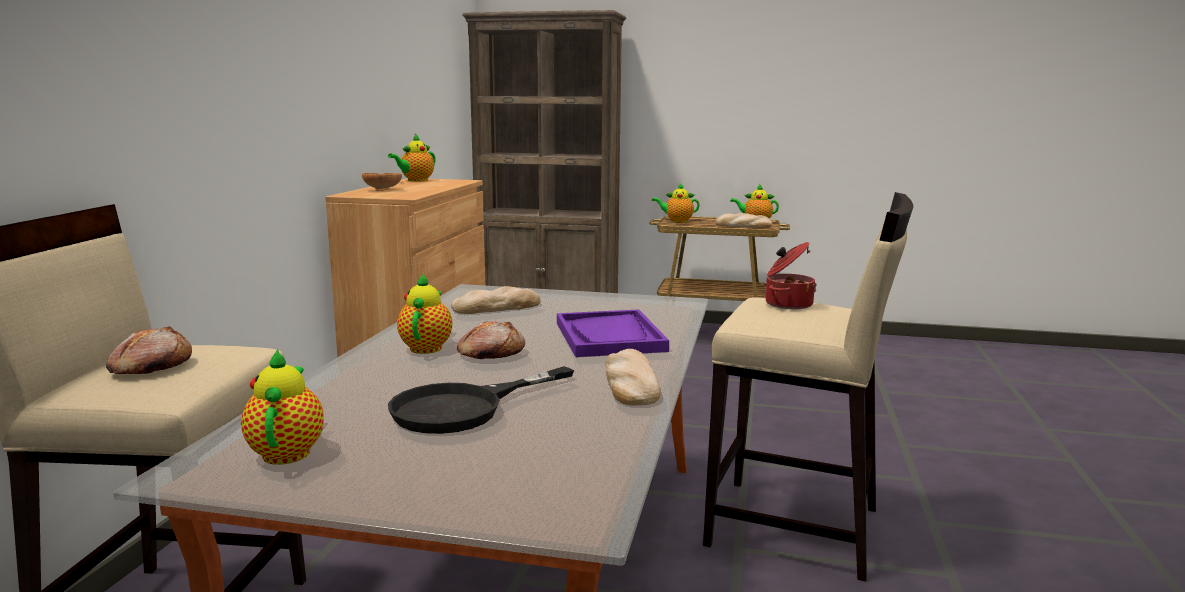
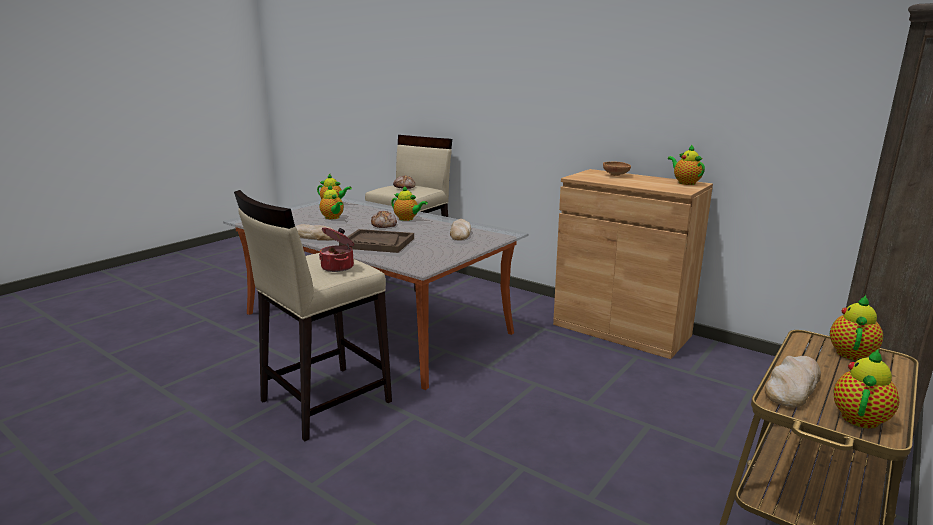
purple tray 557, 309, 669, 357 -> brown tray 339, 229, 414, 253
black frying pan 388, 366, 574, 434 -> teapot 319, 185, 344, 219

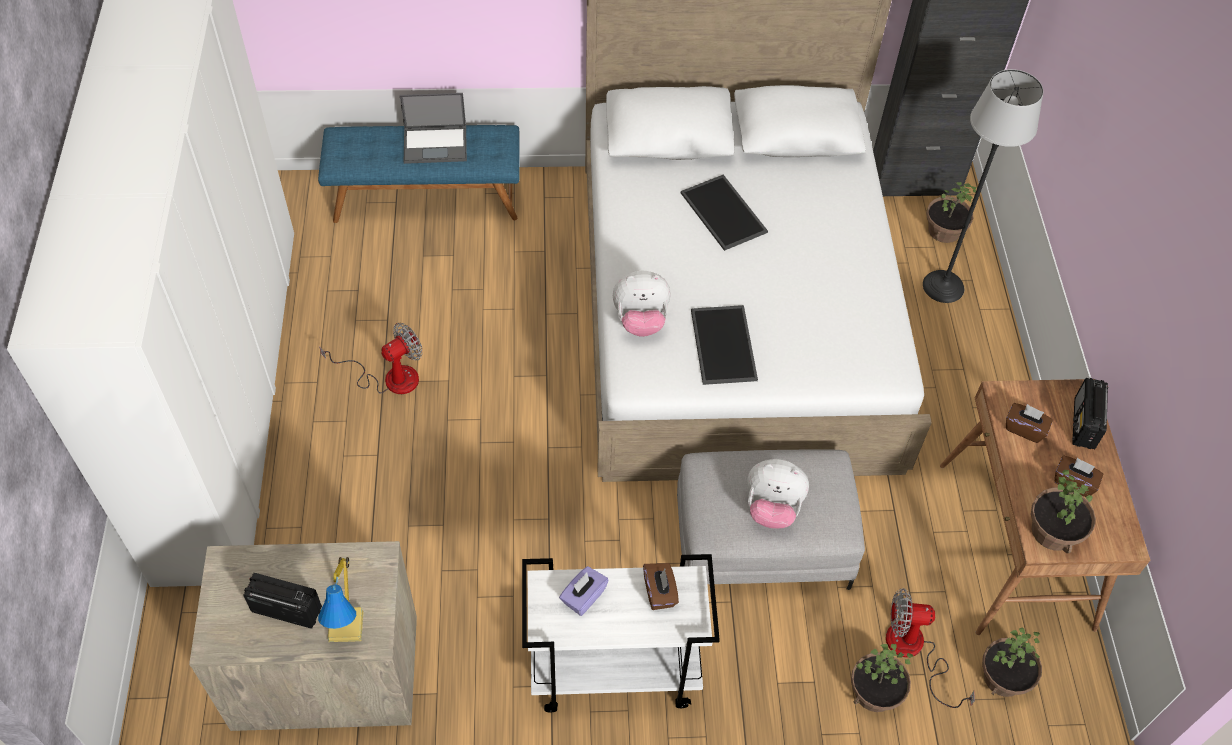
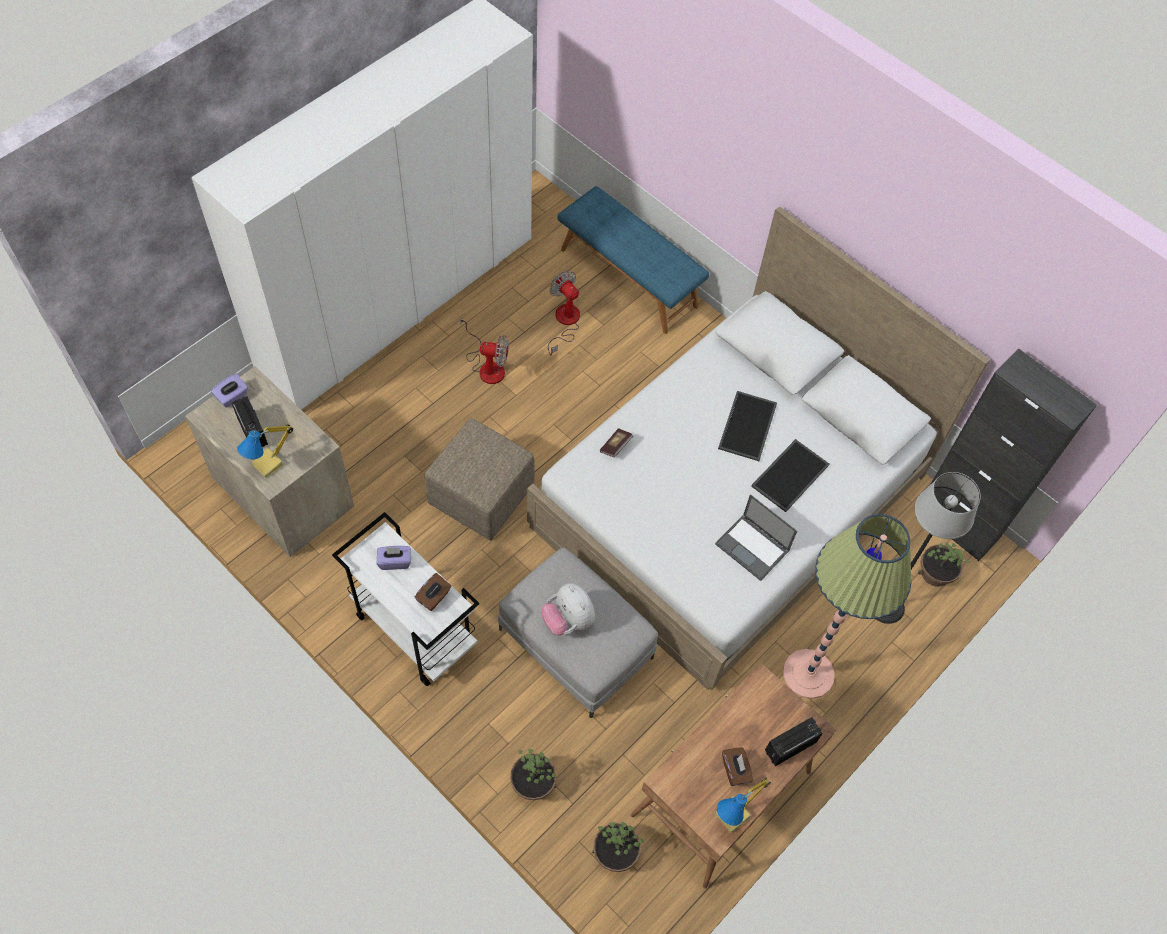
laptop 400, 93, 467, 164 -> laptop 715, 494, 797, 581, move
plush toy 613, 271, 670, 337 -> book 600, 428, 633, 458
tray 691, 305, 758, 385 -> tray 751, 439, 830, 512, move
brown tissue box 1006, 403, 1053, 443 -> none
potted plant 1031, 470, 1096, 553 -> none
fan 886, 588, 975, 708 -> fan 548, 271, 580, 355, move
none -> purple tissue box 211, 374, 248, 408
none -> beige ottoman 425, 419, 535, 541
none -> floor lamp 783, 514, 912, 699
none -> table lamp 714, 777, 771, 834

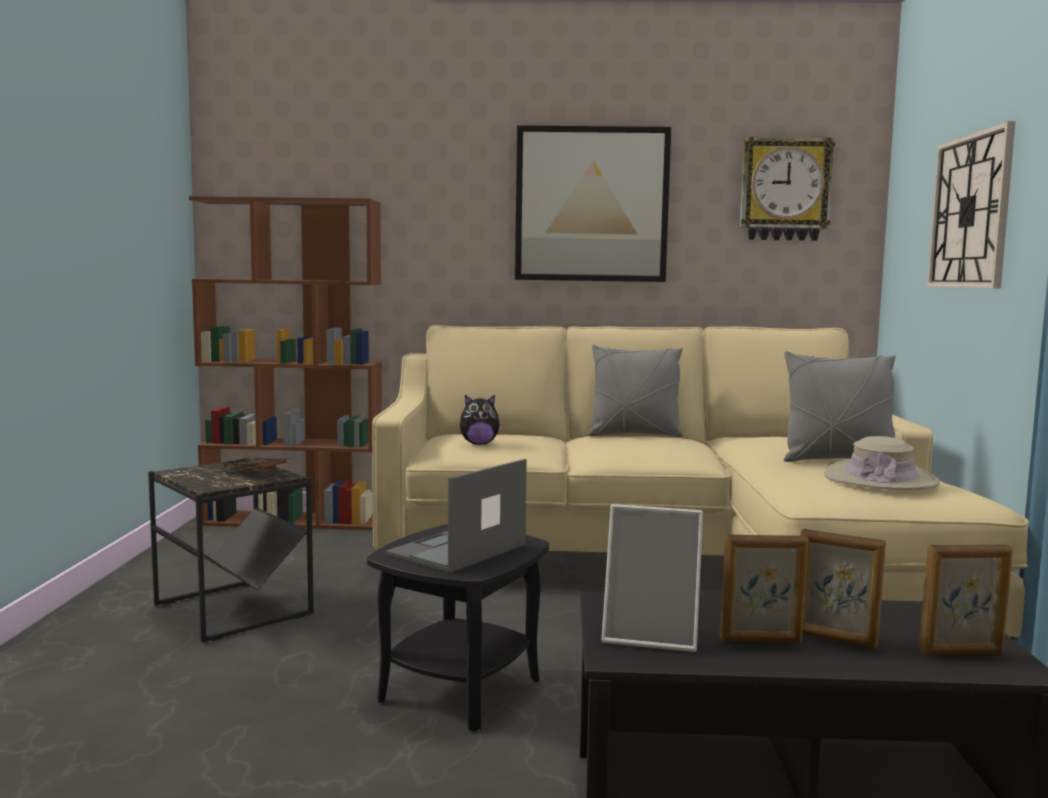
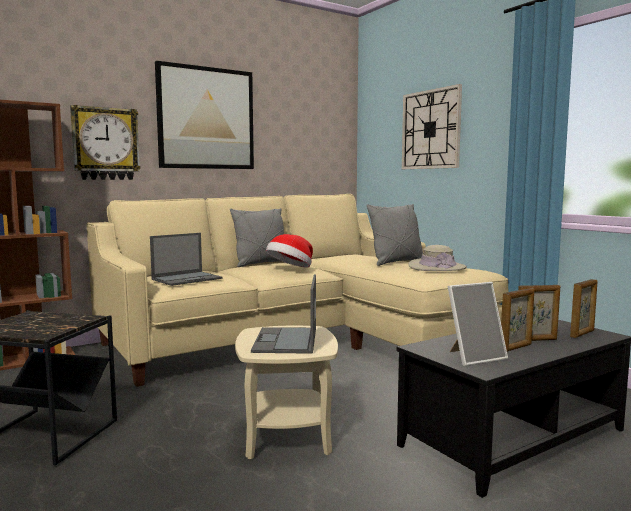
wall clock 740, 137, 835, 241 -> wall clock 70, 105, 141, 180, move
plush toy 460, 395, 502, 445 -> laptop 150, 233, 222, 286
black tray 217, 458, 291, 470 -> none
black side table 367, 524, 549, 731 -> beige side table 235, 326, 338, 459
none -> hat 266, 234, 313, 268

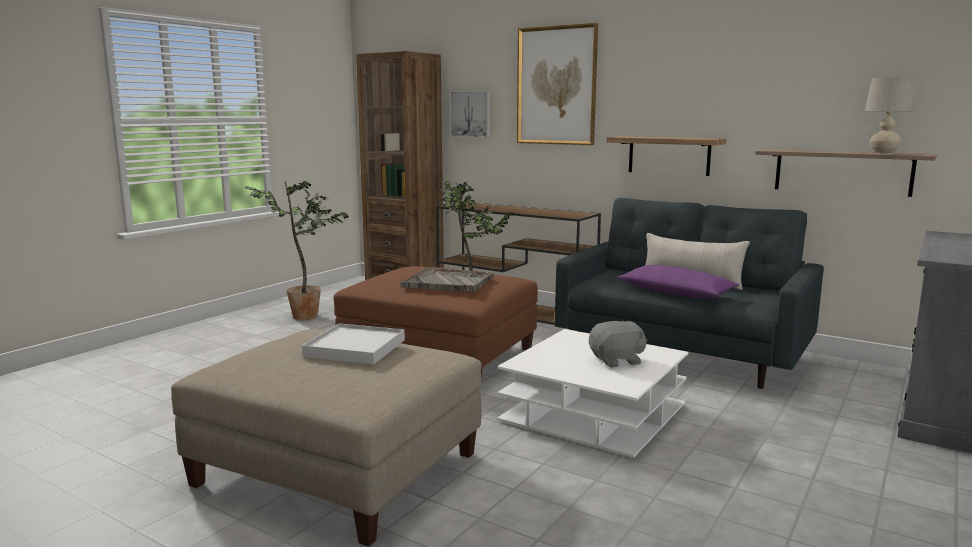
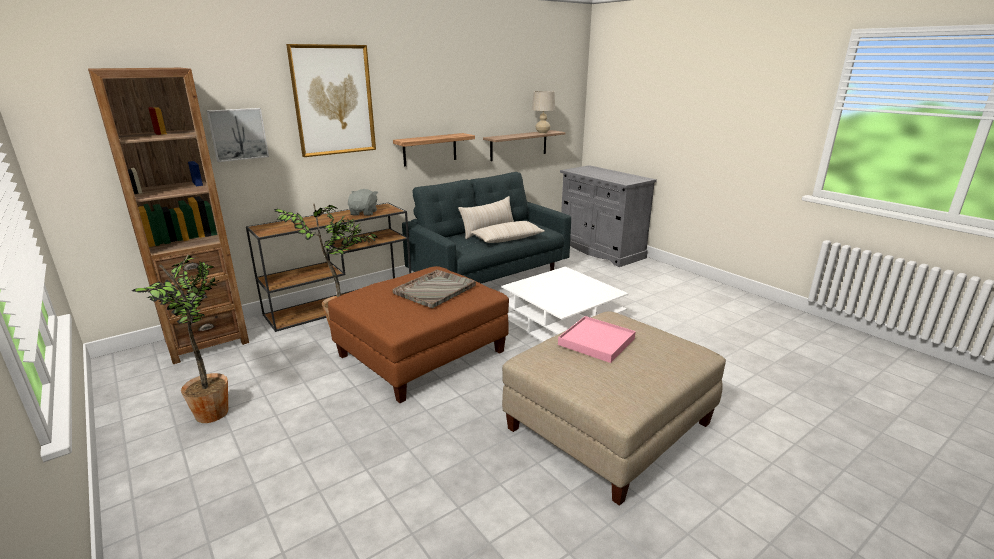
purple pillow 617, 265, 740, 299 -> beige pillow 470, 221, 545, 243
grey plush toy 589, 320, 647, 368 -> grey plush toy 348, 189, 378, 216, move
white tray 302, 323, 405, 365 -> pink tray 558, 316, 636, 363

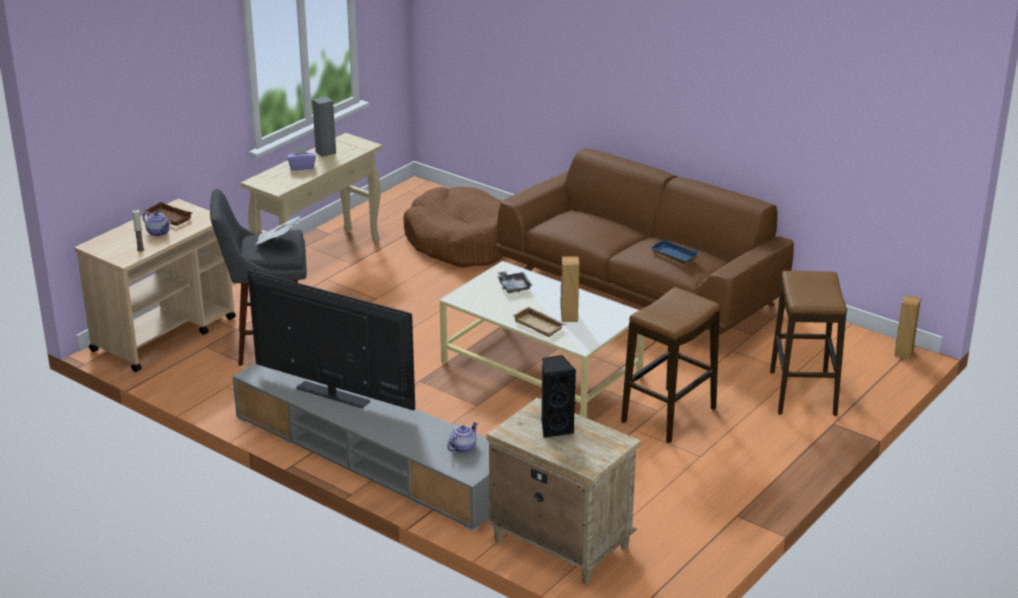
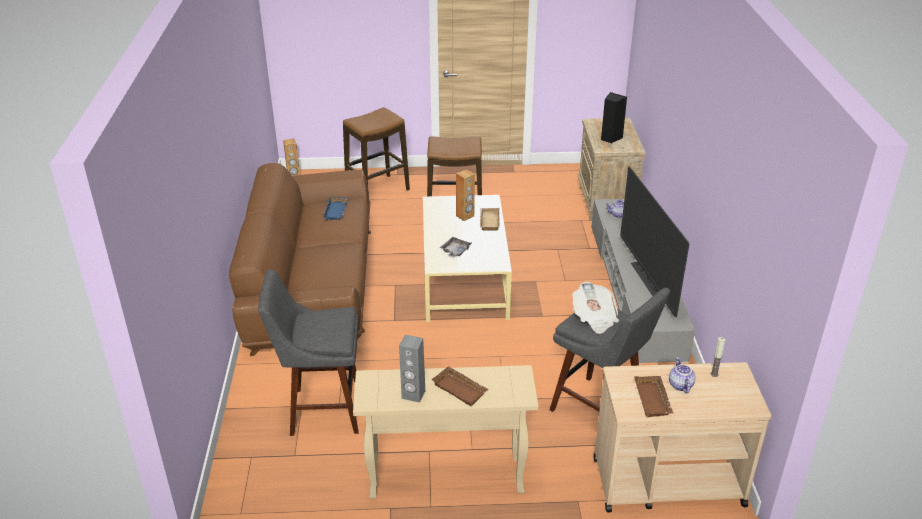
purple tissue box 287, 146, 316, 170 -> brown tray 431, 366, 489, 406
brown dog bed 404, 186, 503, 268 -> grey stool 258, 269, 359, 436

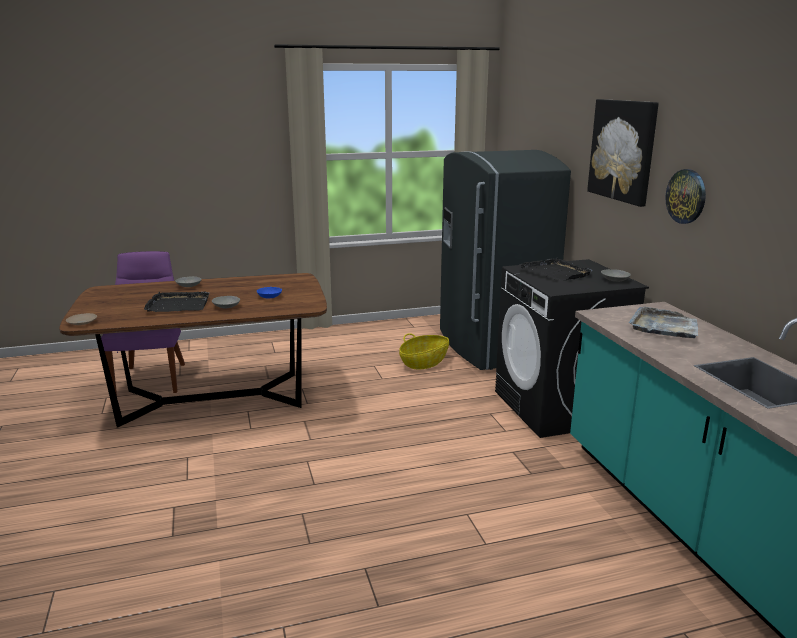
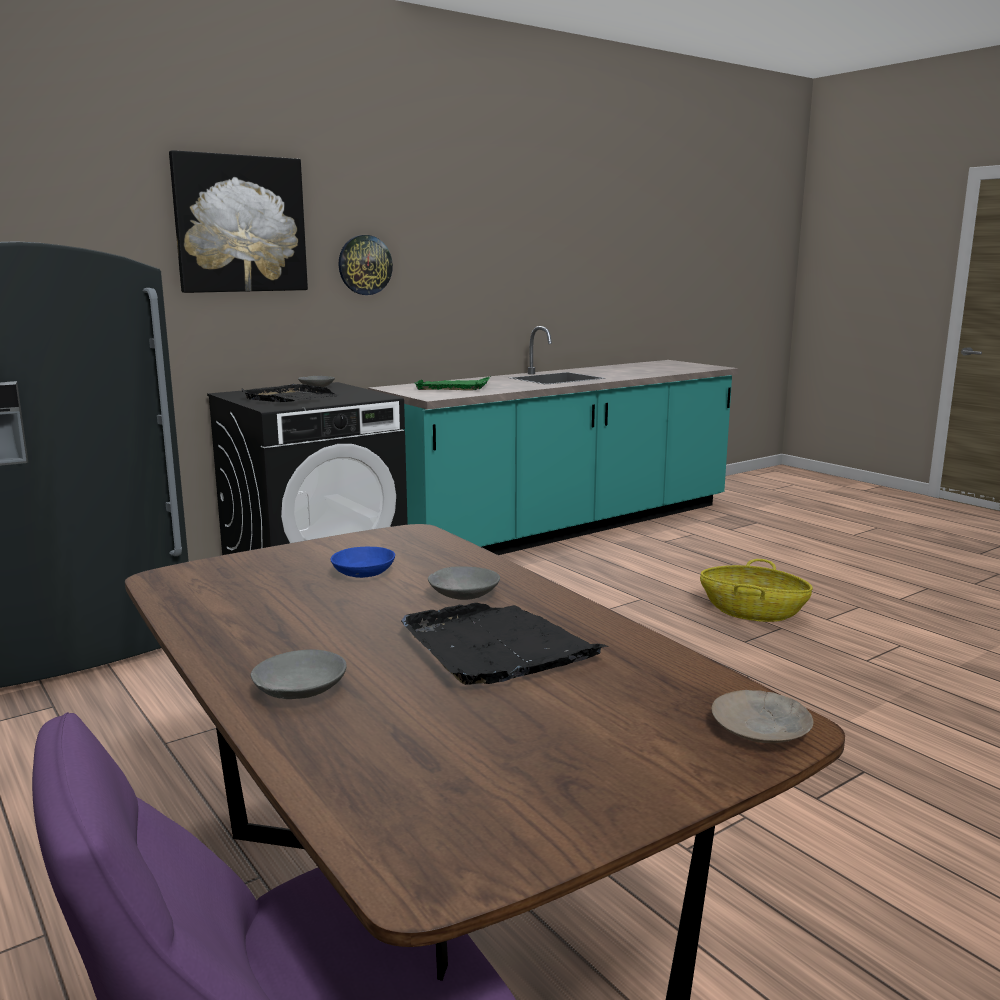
grey tray 629, 307, 698, 338 -> green tray 414, 376, 491, 391
basket 399, 333, 449, 369 -> basket 700, 559, 813, 622, move

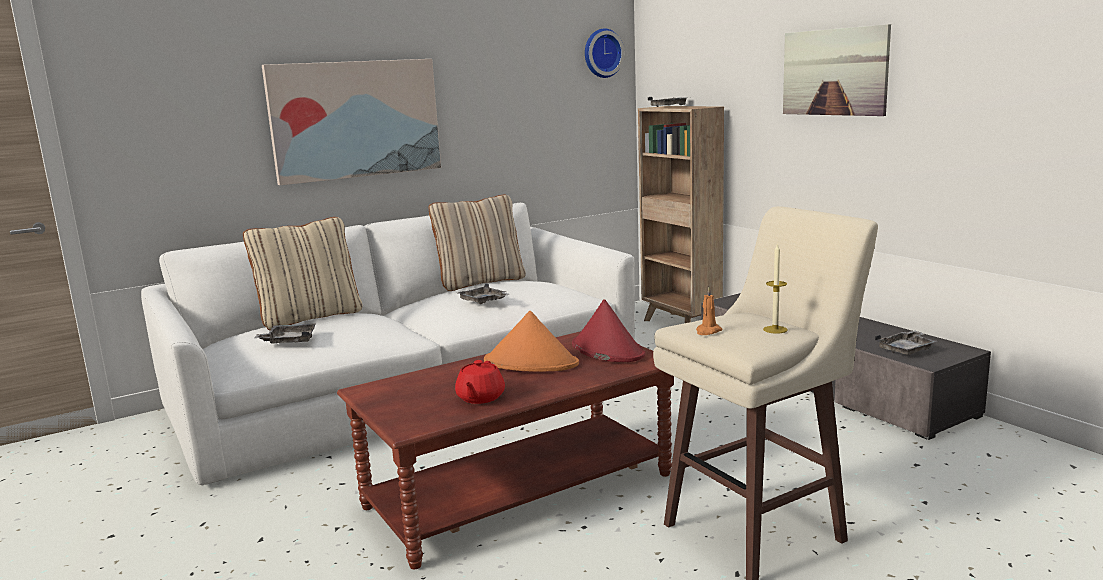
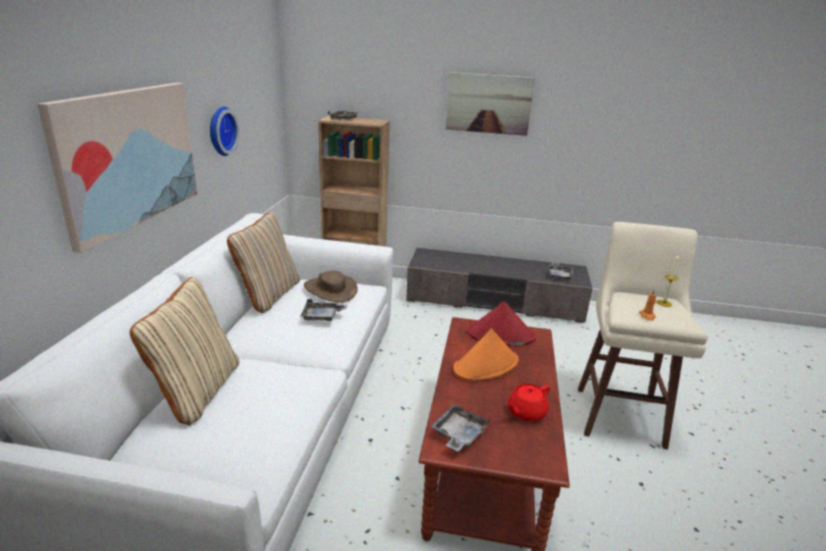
wall clock 585, 29, 625, 78 -> wall clock 210, 106, 239, 156, move
grey tray 255, 323, 316, 344 -> grey tray 430, 404, 490, 451, move
red teapot 455, 360, 505, 404 -> red teapot 506, 384, 550, 421, 90 degrees clockwise
none -> brown hat 304, 271, 358, 302

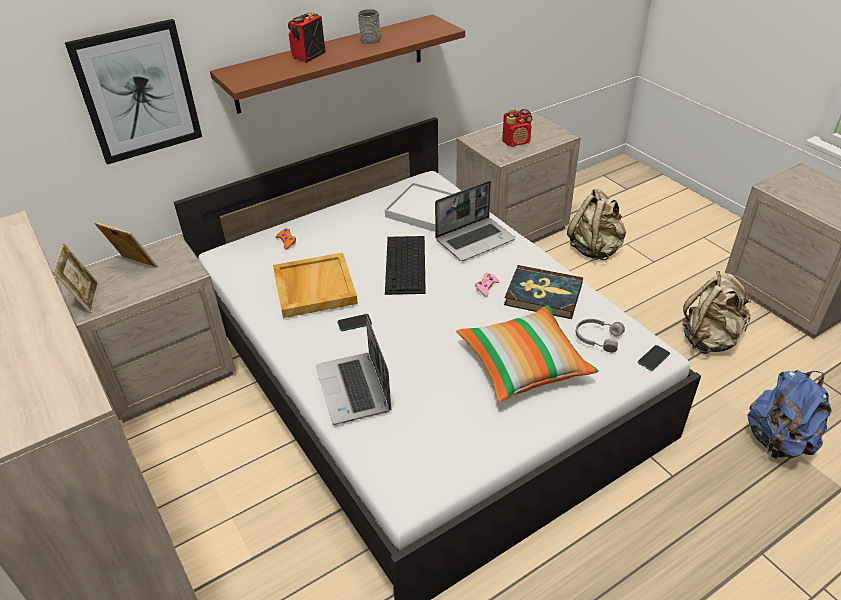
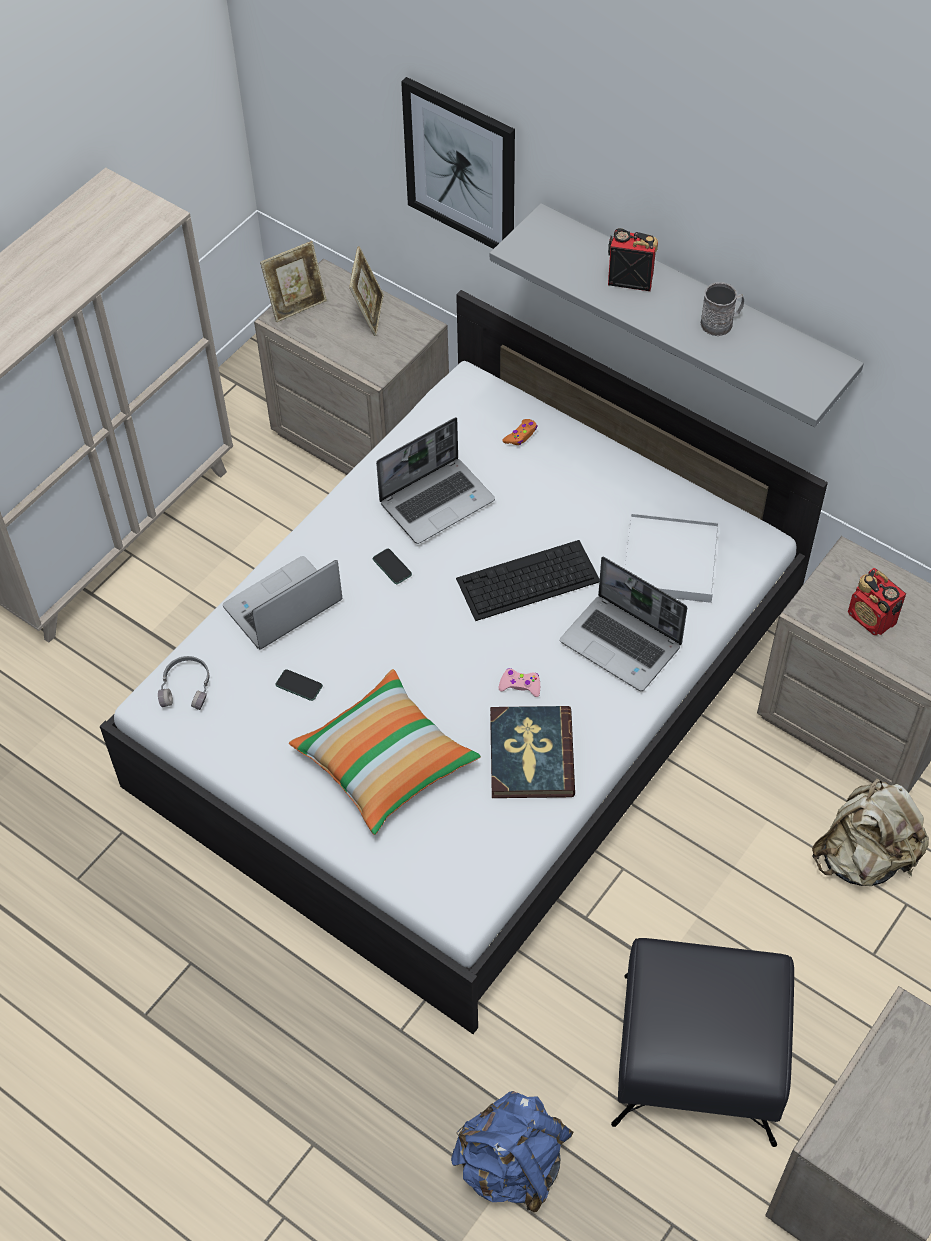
brown shelf 210, 14, 465, 114 -> grey shelf 490, 203, 864, 427
beige tray 273, 253, 358, 318 -> laptop 376, 417, 495, 544
beige backpack 682, 271, 751, 354 -> black ottoman 611, 938, 794, 1147
grey headphones 576, 319, 625, 352 -> grey headphones 158, 656, 209, 710, move
phone 638, 345, 670, 371 -> phone 275, 669, 323, 701, move

